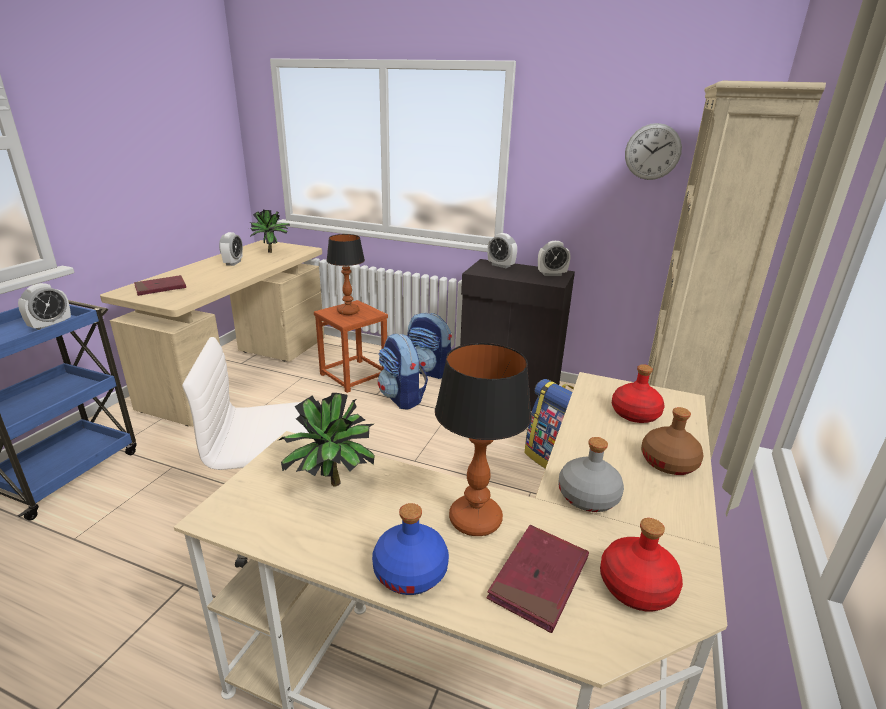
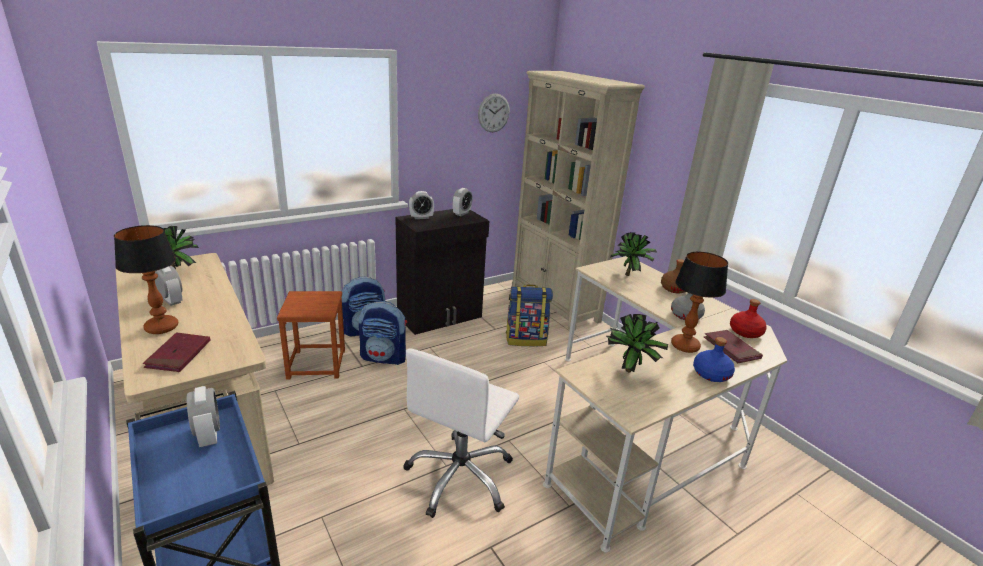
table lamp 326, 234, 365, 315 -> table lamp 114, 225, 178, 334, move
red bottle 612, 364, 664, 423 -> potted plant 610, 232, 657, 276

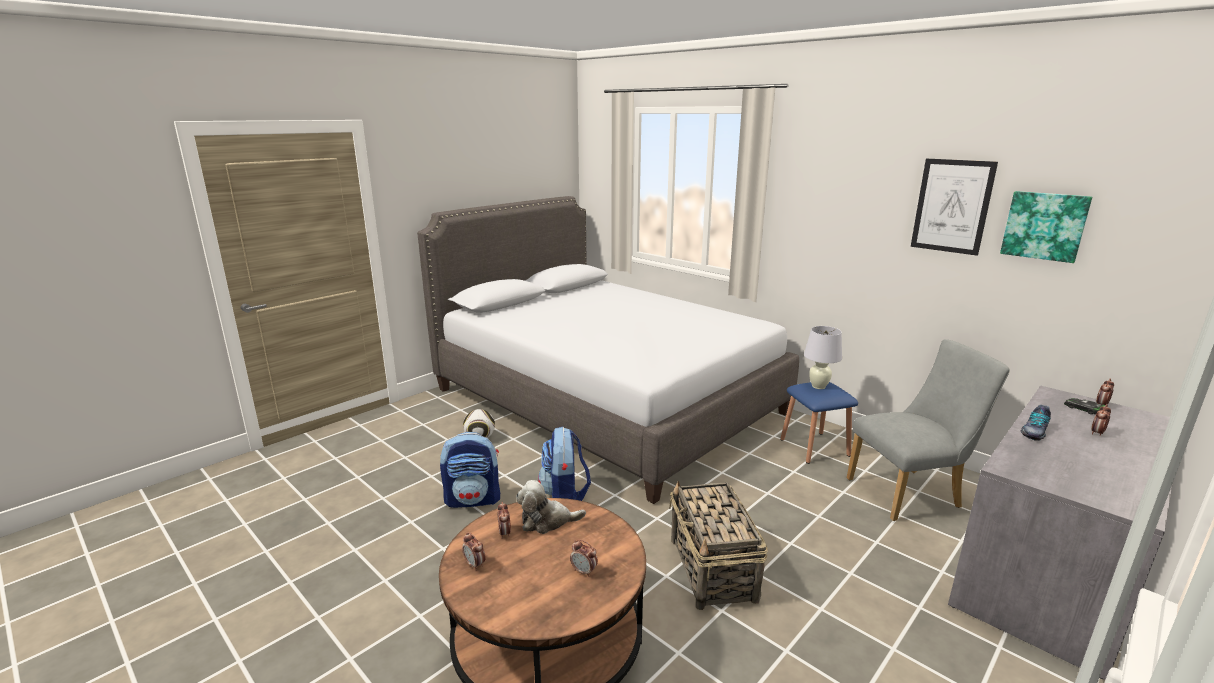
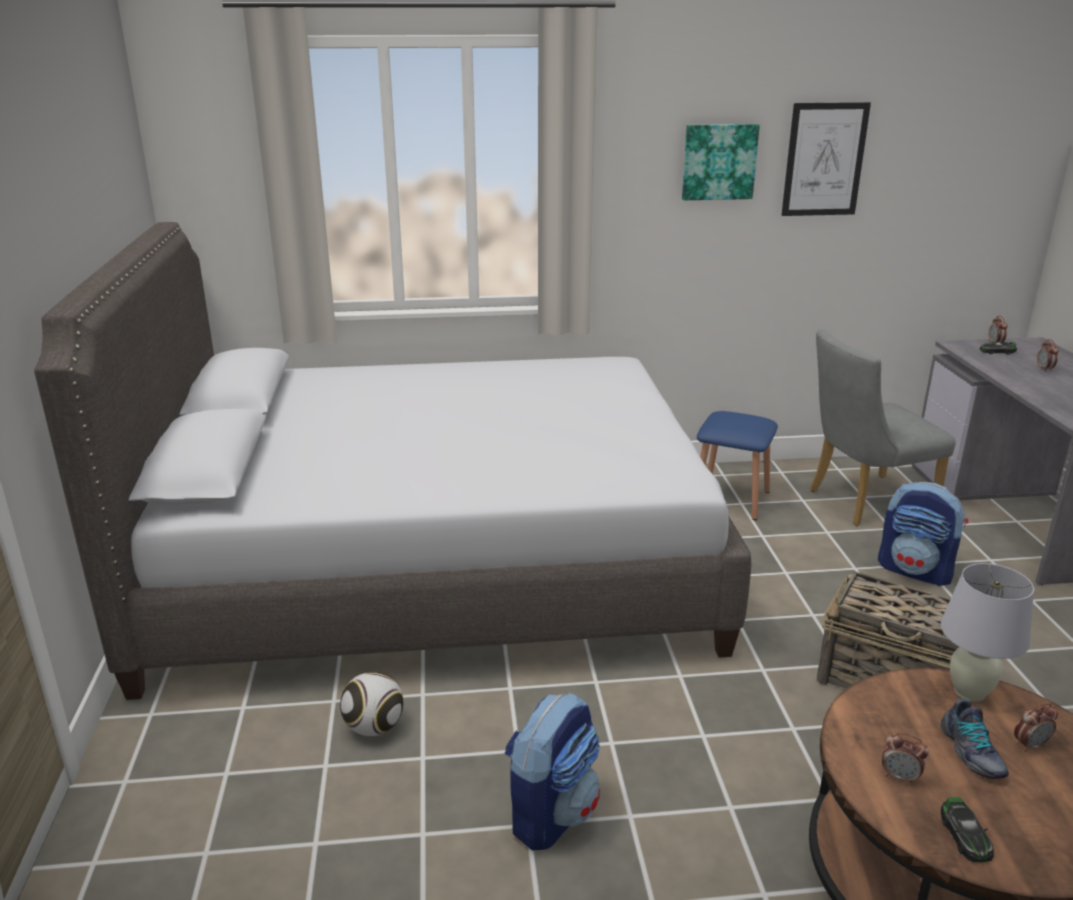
picture 1000, 191, 1092, 263 -> picture 682, 124, 760, 200, move
white table lamp 804, 326, 842, 389 -> white table lamp 941, 563, 1034, 702, move
grey chair 847, 339, 1010, 521 -> grey chair 810, 329, 956, 526, 135 degrees counterclockwise
shoe 1021, 405, 1051, 441 -> shoe 941, 699, 1009, 779, move
backpack 538, 427, 591, 501 -> backpack 878, 482, 968, 586, move
plush toy 516, 480, 586, 534 -> none
alarm clock 462, 532, 486, 571 -> toy car 941, 797, 994, 862

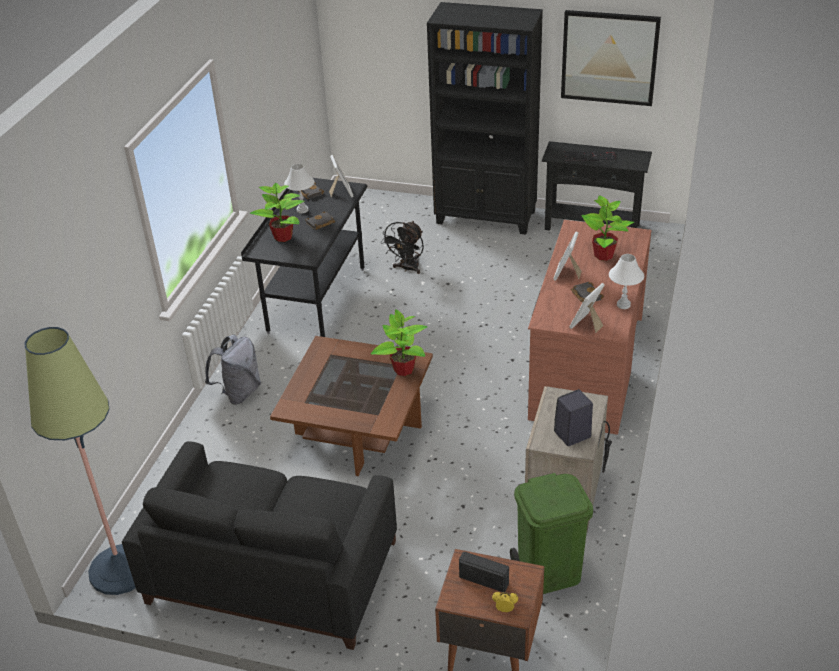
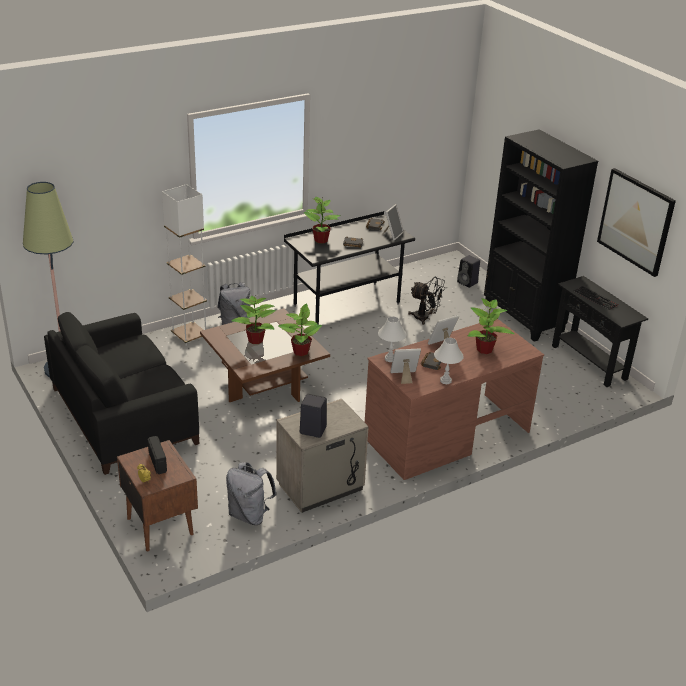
white table lamp 284, 164, 314, 213 -> white table lamp 378, 316, 407, 362, move
black fan 381, 221, 424, 274 -> black fan 408, 277, 445, 325, 135 degrees counterclockwise
green trash can 510, 473, 593, 594 -> grey backpack 226, 462, 277, 525
none -> white floor lamp 162, 184, 207, 346
none -> black speaker 457, 255, 480, 288
none -> potted plant 231, 296, 276, 344

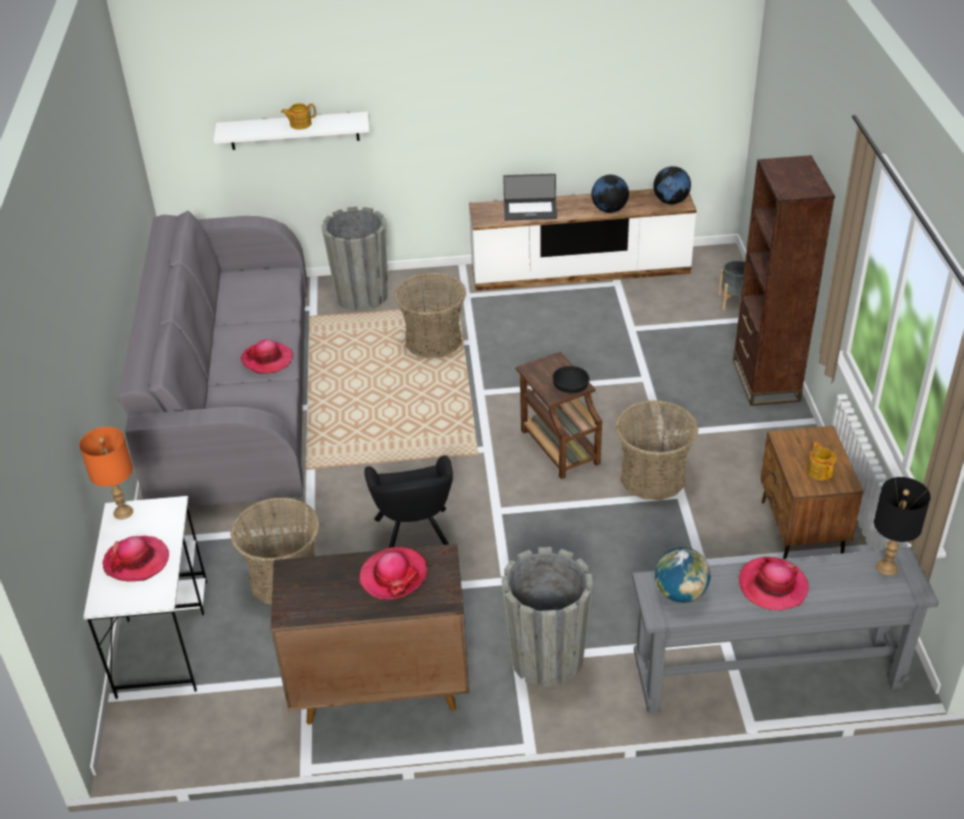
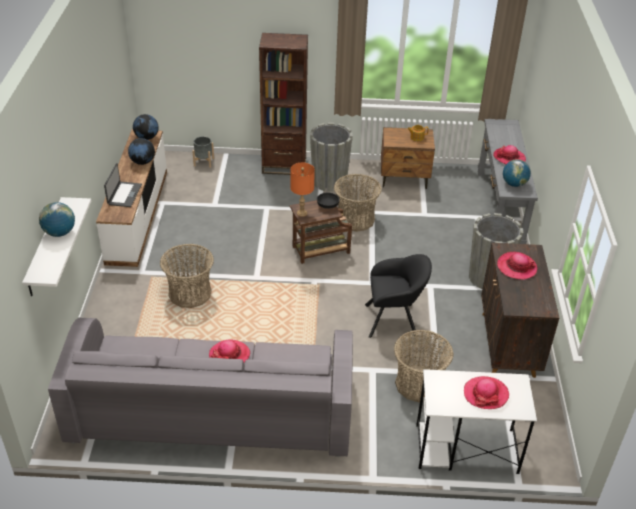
teapot 281, 103, 316, 130 -> globe 39, 202, 75, 237
grey planter 321, 207, 388, 311 -> grey planter 310, 123, 353, 192, move
orange table lamp 79, 427, 133, 520 -> orange table lamp 290, 163, 315, 217, move
black table lamp 874, 477, 931, 575 -> none

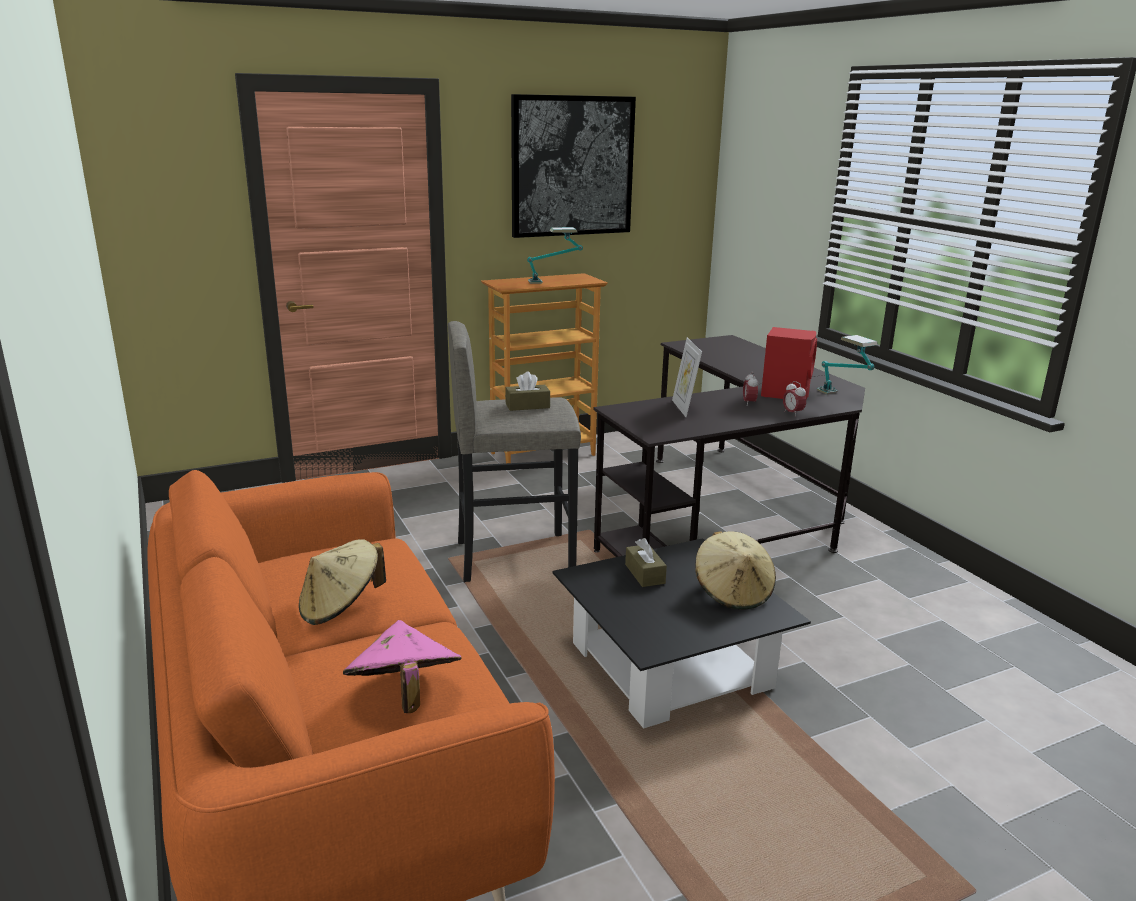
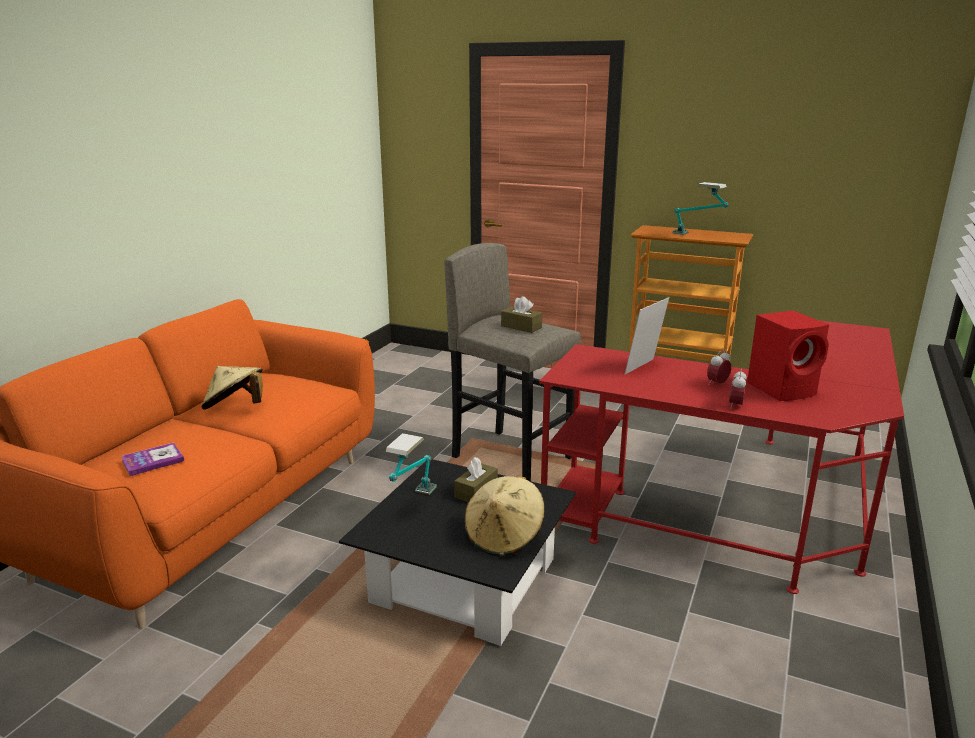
picture 511, 94, 636, 238 -> none
black desk 594, 335, 865, 557 -> red desk 539, 320, 904, 594
table lamp 817, 335, 878, 394 -> table lamp 386, 433, 437, 495, move
pink hat 343, 620, 461, 713 -> book 121, 443, 184, 476

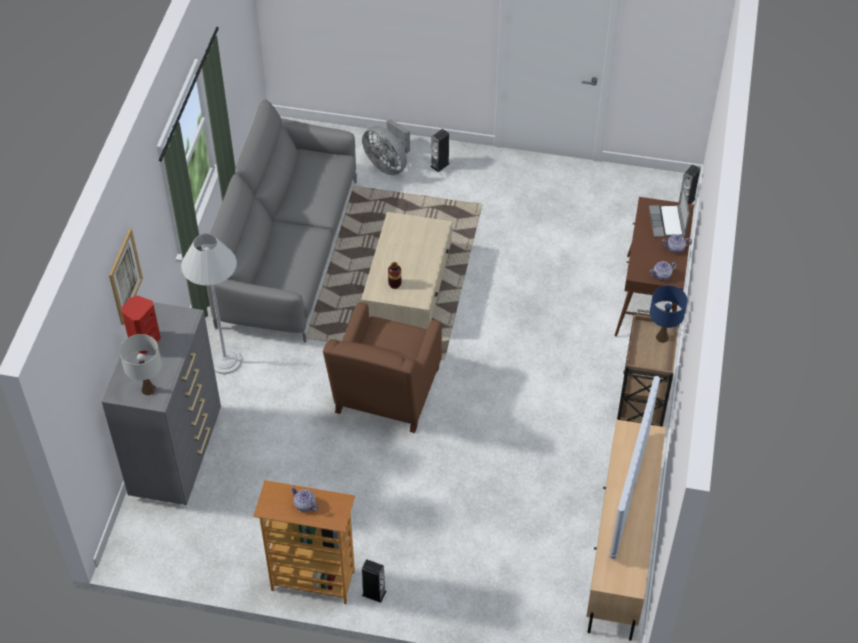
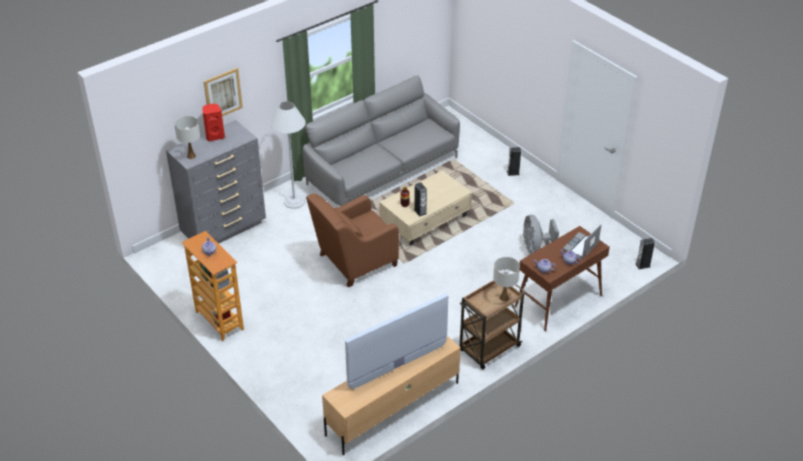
grey fan 362, 119, 410, 175 -> grey fan 523, 215, 559, 254, move
blue table lamp 649, 285, 687, 343 -> white table lamp 493, 257, 520, 301
speaker 362, 559, 387, 603 -> speaker 414, 182, 427, 217, move

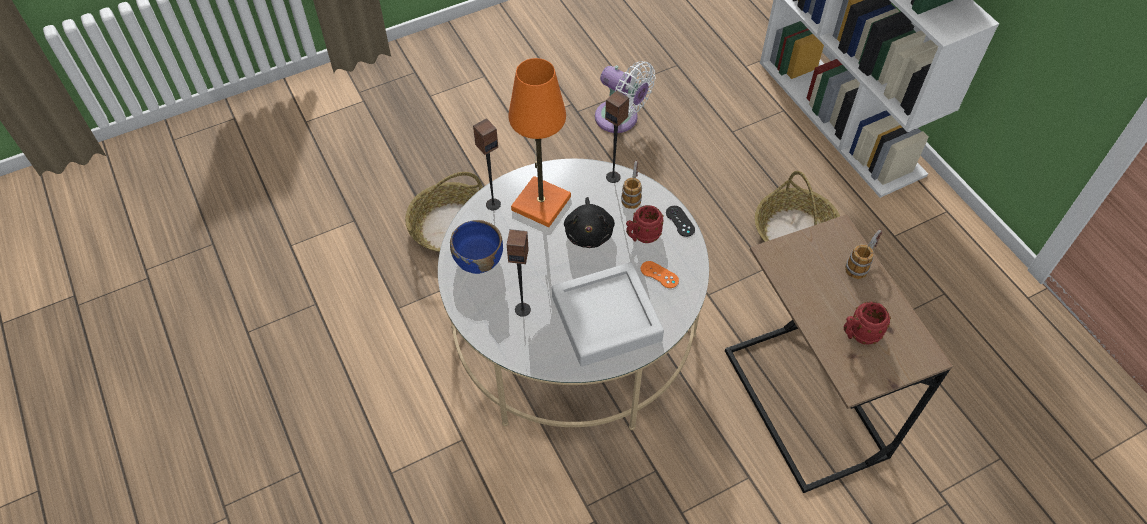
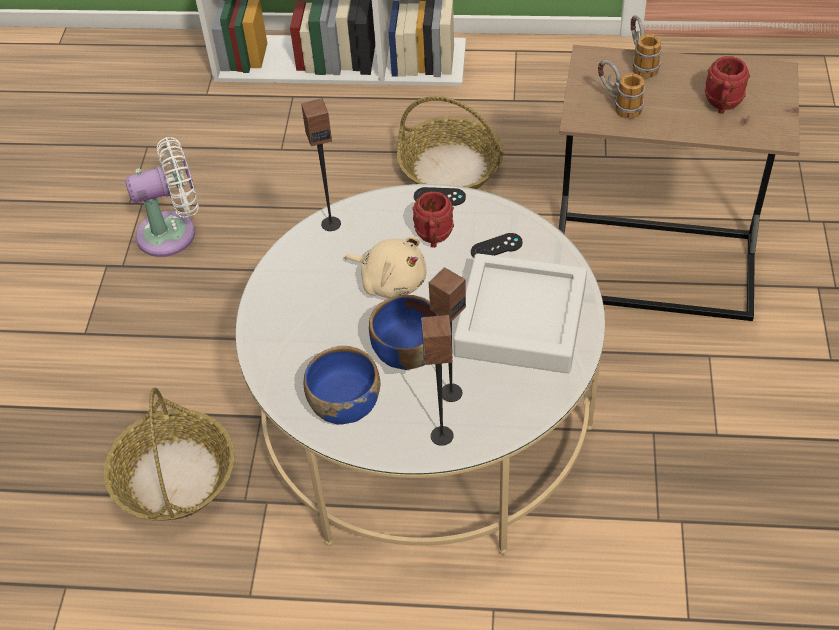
orange table lamp 509, 58, 571, 227 -> none
speaker 473, 118, 501, 210 -> speaker 421, 315, 454, 446, move
mug 621, 160, 642, 209 -> mug 598, 60, 645, 119, move
black plush toy 564, 197, 615, 248 -> beige plush toy 345, 237, 426, 298
orange game controller 641, 261, 679, 288 -> black game controller 471, 233, 523, 258
none -> blue bowl 369, 295, 439, 370

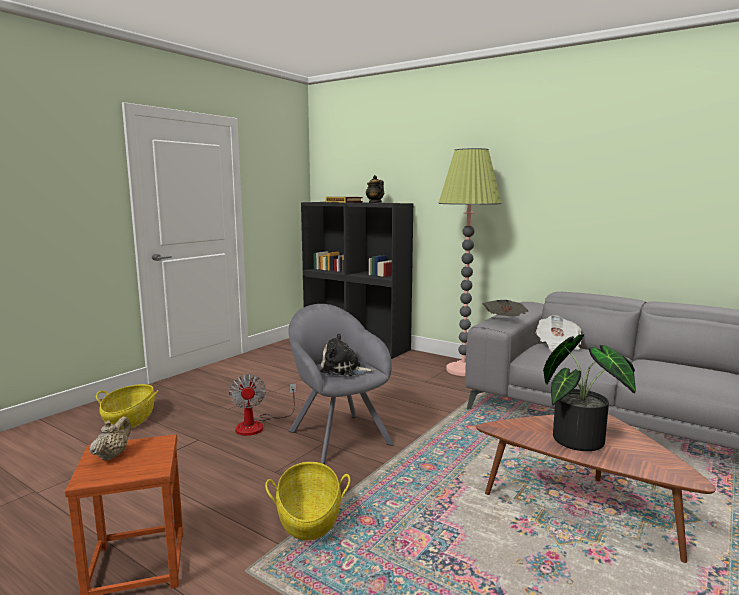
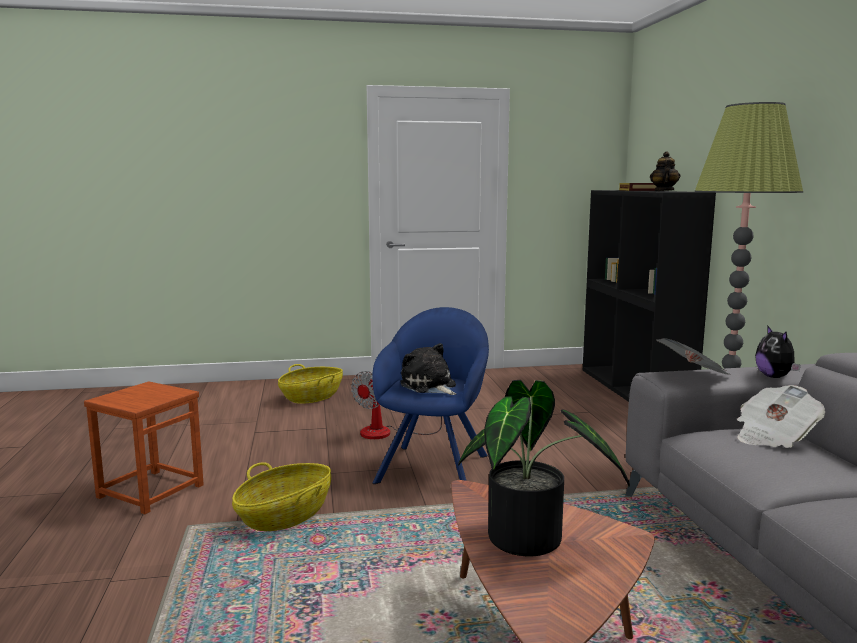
grey armchair 289, 304, 394, 464 -> blue armchair 372, 307, 489, 484
beige teapot 90, 416, 131, 460 -> none
none -> plush toy 755, 325, 801, 378

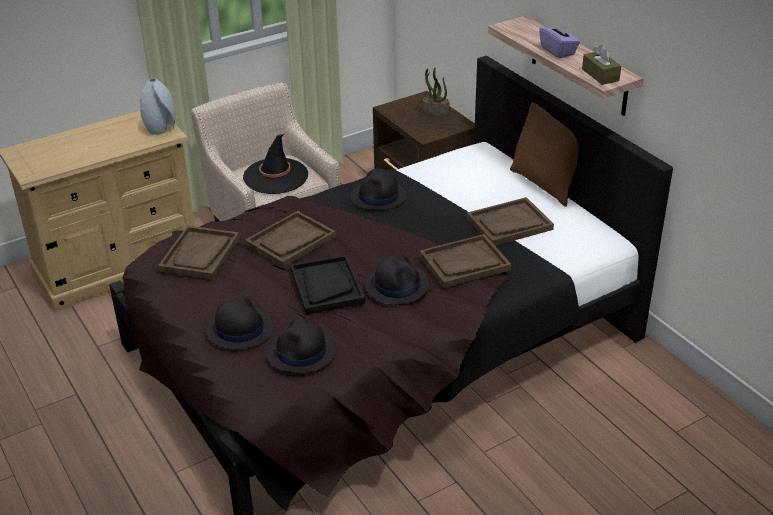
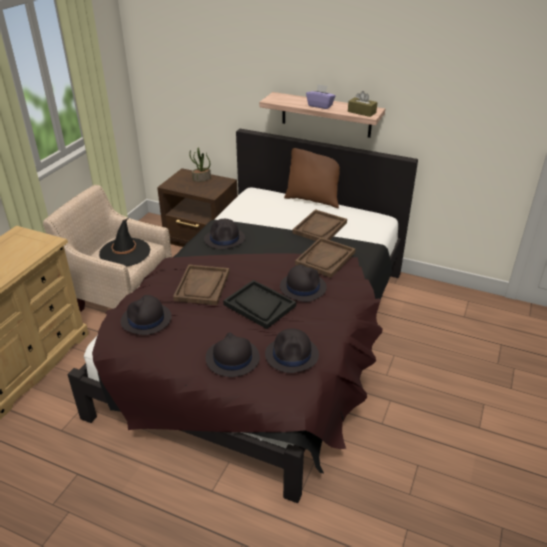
grey vase 140, 78, 176, 135 -> none
brown tray 158, 225, 240, 279 -> black hat 121, 295, 171, 335

